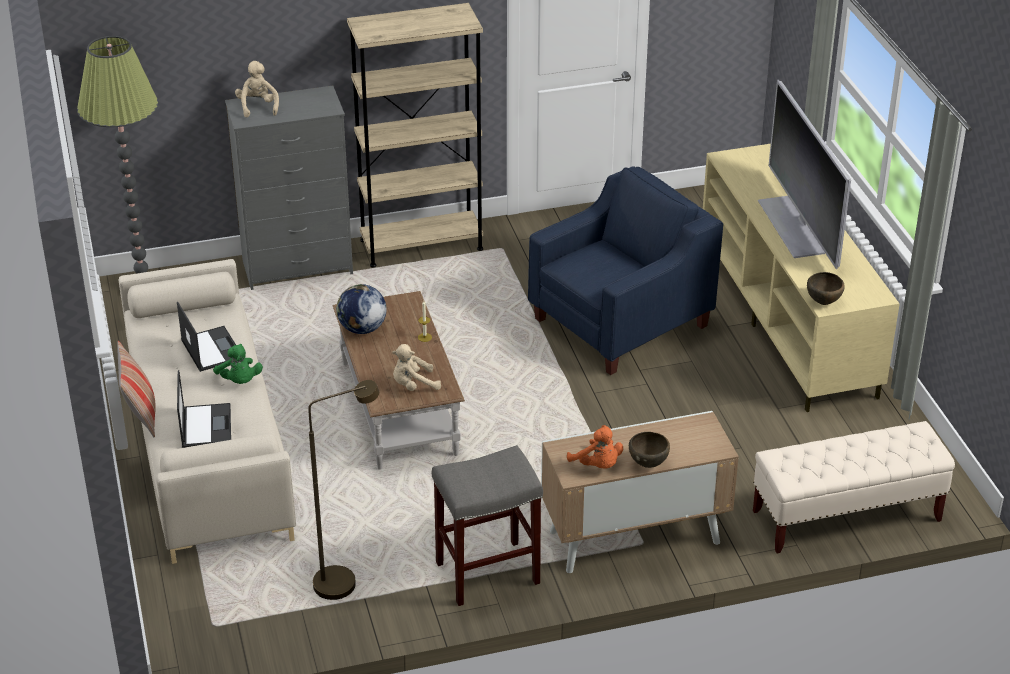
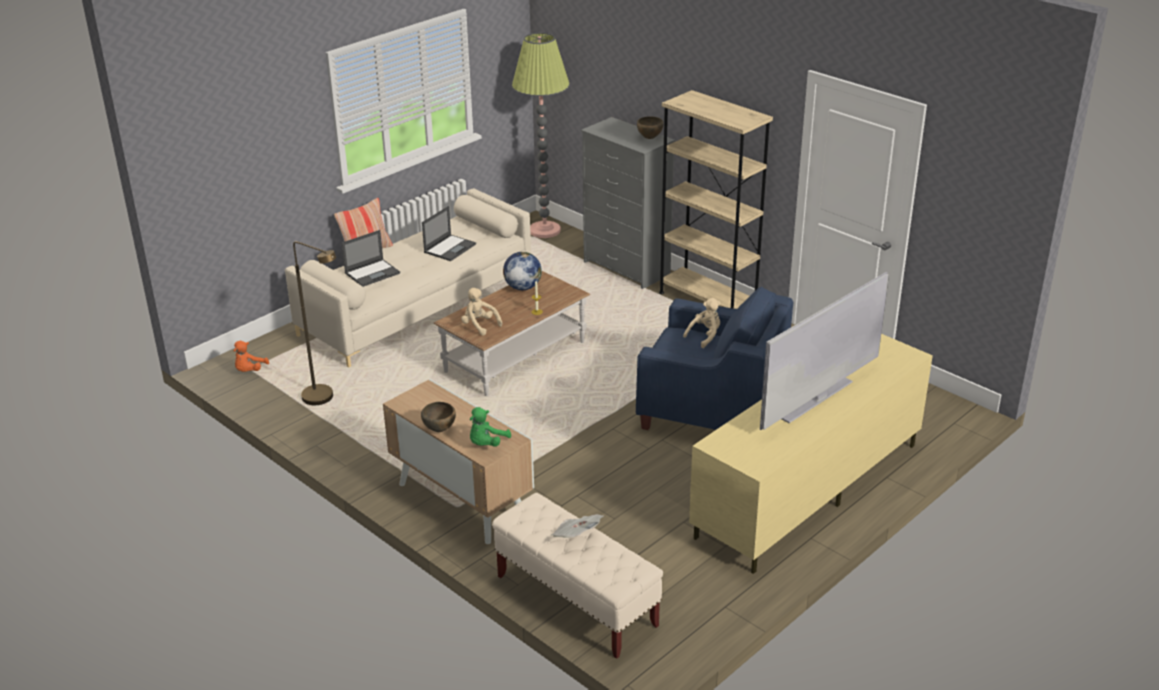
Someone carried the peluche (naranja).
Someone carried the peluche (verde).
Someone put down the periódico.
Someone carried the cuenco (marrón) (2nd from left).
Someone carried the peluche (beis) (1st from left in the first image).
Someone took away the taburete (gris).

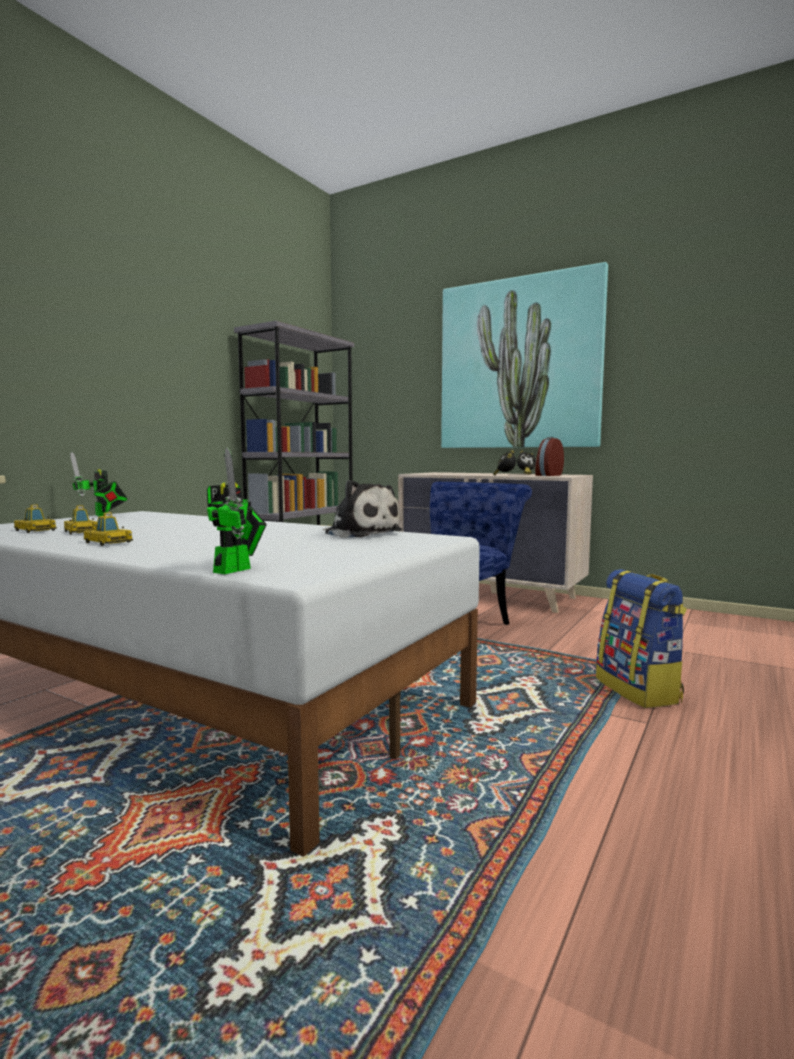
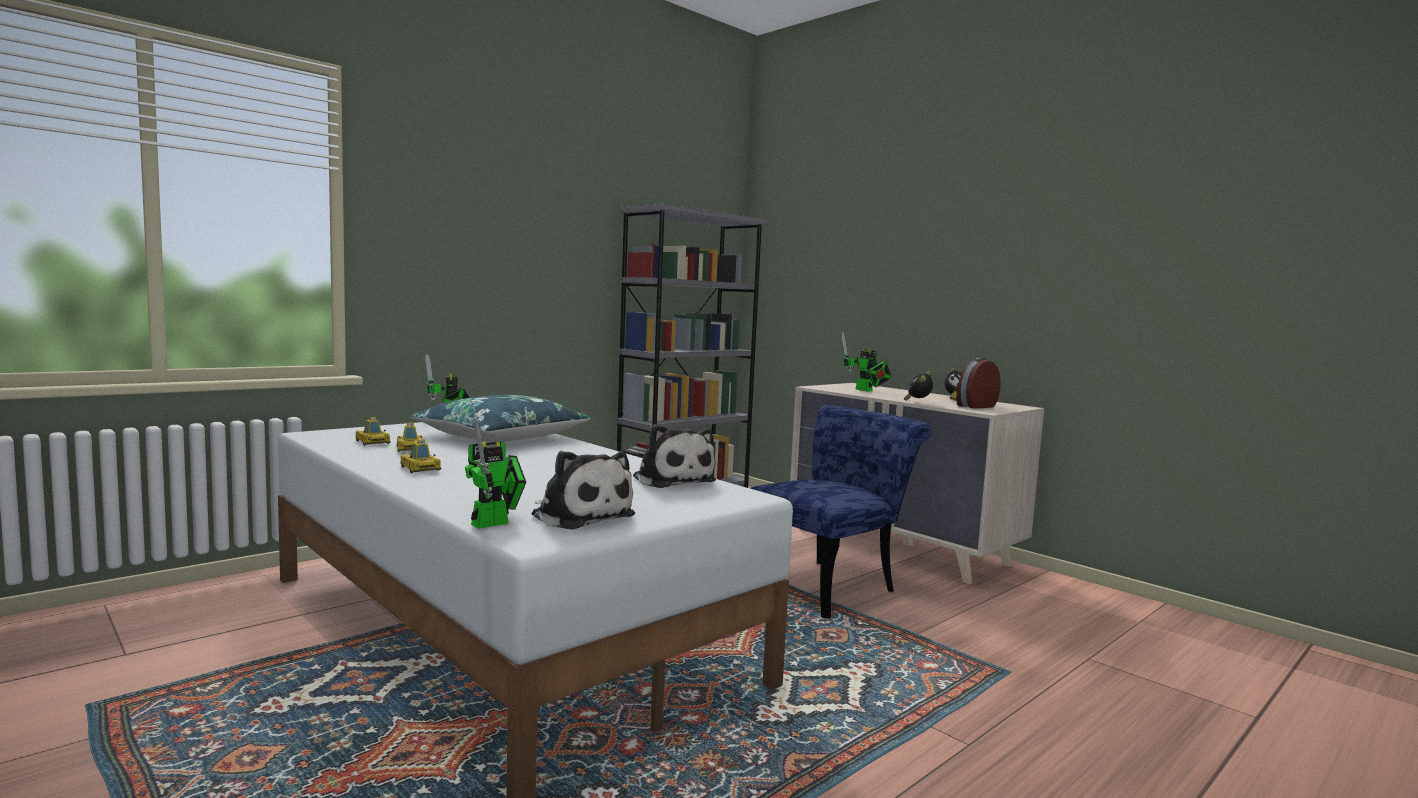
Someone put down the cojín (azul).
Someone put down the peluche (1st from left).
Someone put down the robot de juguete (3rd from left).
Someone took away the cuadro.
Someone took away the mochila.

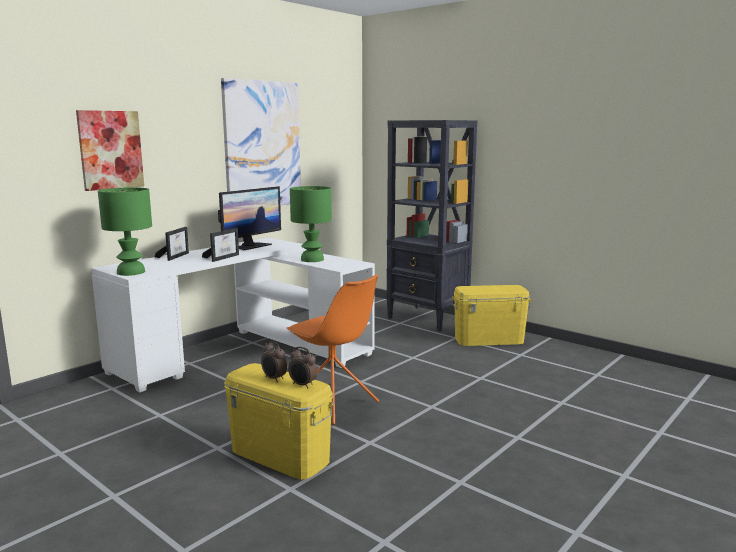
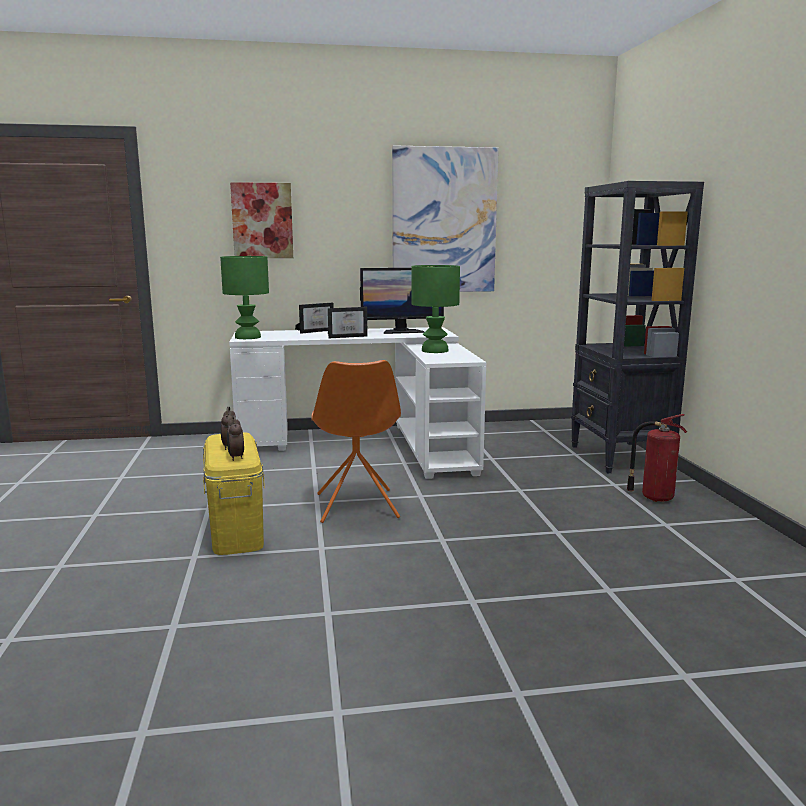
Someone swapped the caja de almacenaje (amarillo) (2nd from left) for the extintor.

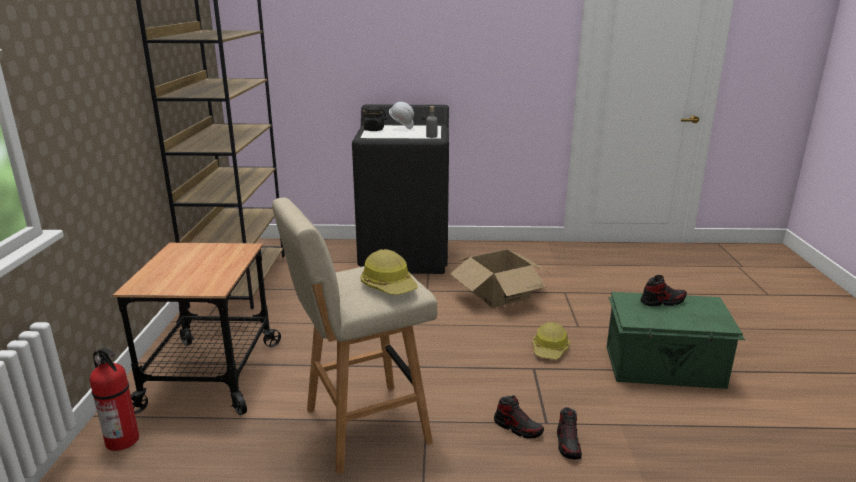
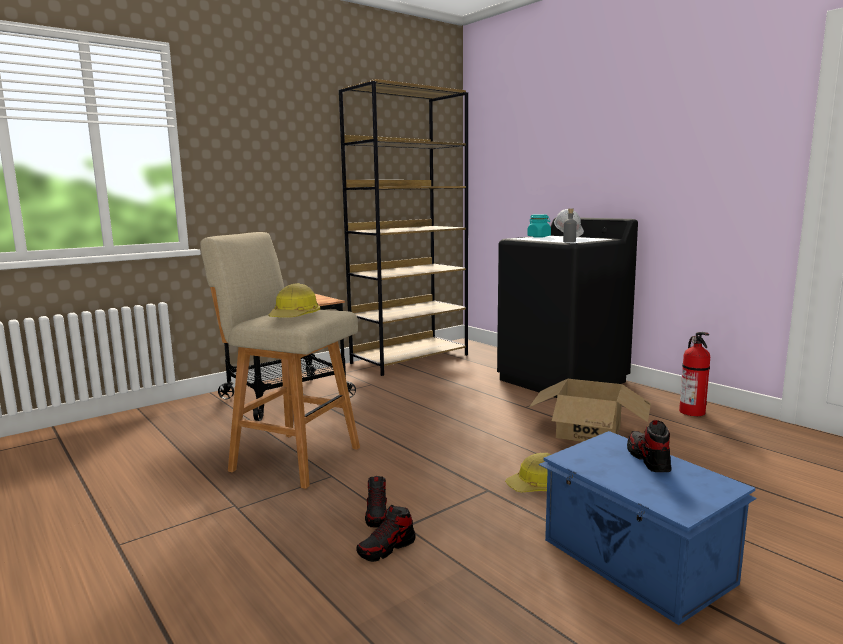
Someone repainted the tarro (negro), which became the tarro (turquesa).
Someone repainted the caja de almacenaje (verde), which became the caja de almacenaje (azul).
Someone rotated the zapato (3rd from left) by 135 degrees counterclockwise.
Someone carried the extintor.

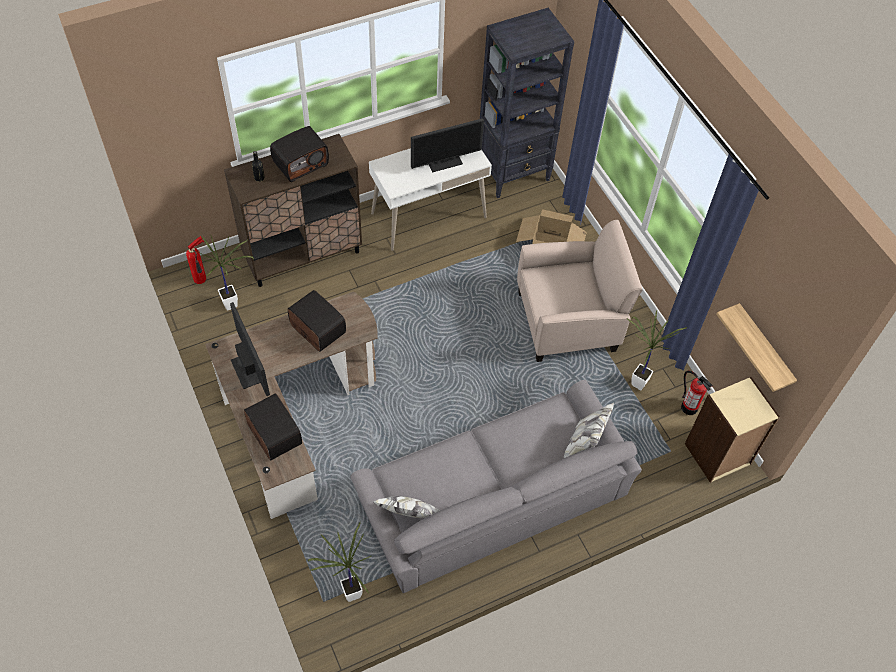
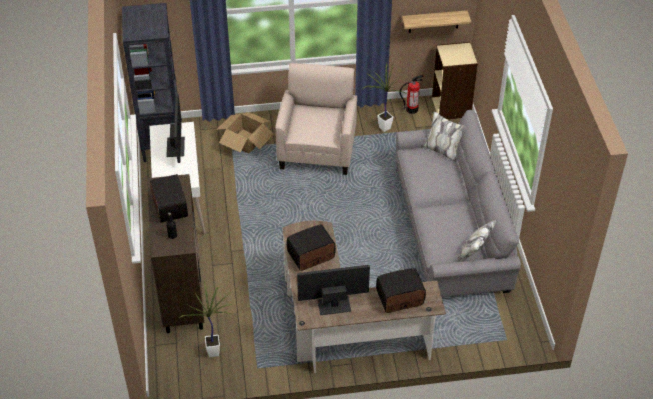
Someone took away the extintor (1st from left).
Someone took away the planta en maceta (2nd from left).

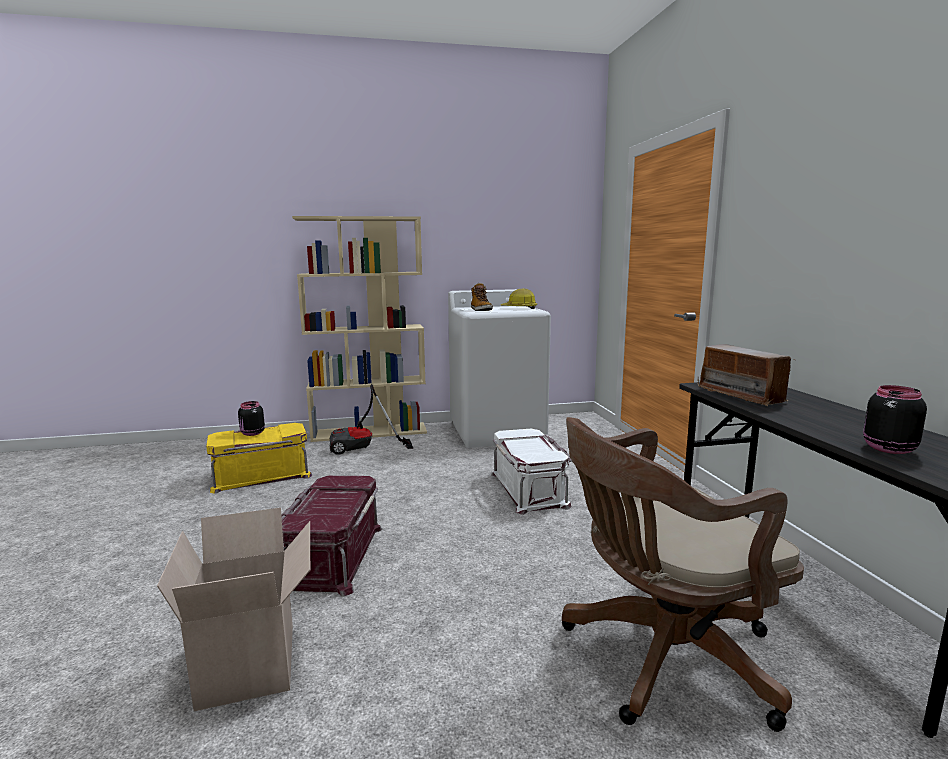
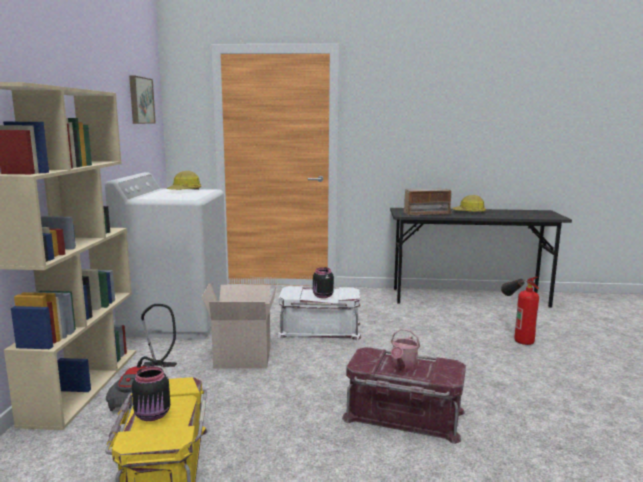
Someone put up the cuadro.
Someone carried the caja de cartón.
Someone carried the tarro (negro) (2nd from left).
Someone put down the regadera.
Someone put down the casco (2nd from left).
Someone swapped the silla de oficina (marrón) for the extintor.
Someone took away the bota.

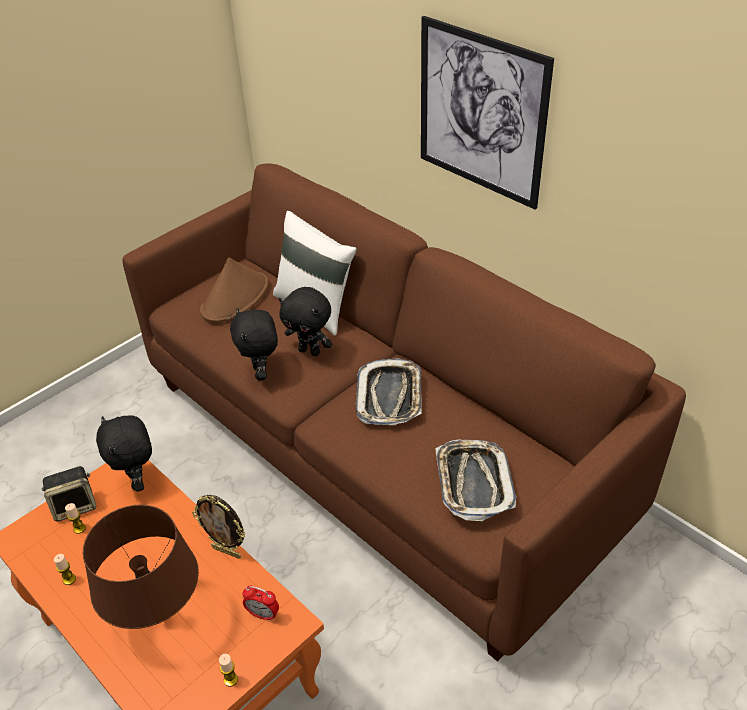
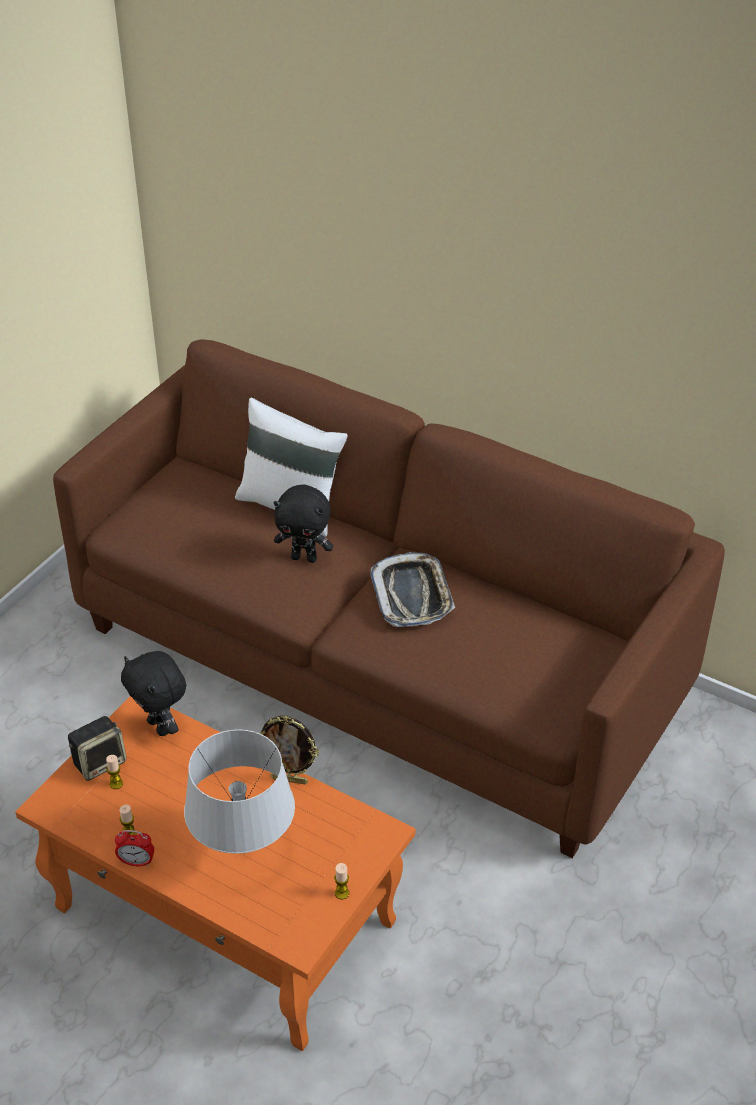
Someone carried the despertador.
Someone repainted the lámpara de mesa (marrón), which became the lámpara de mesa (gris).
Someone took away the sombrero (marrón).
Someone took away the peluche (negro) (2nd from left).
Someone took away the cuadro.
Someone took away the bandeja (2nd from left).

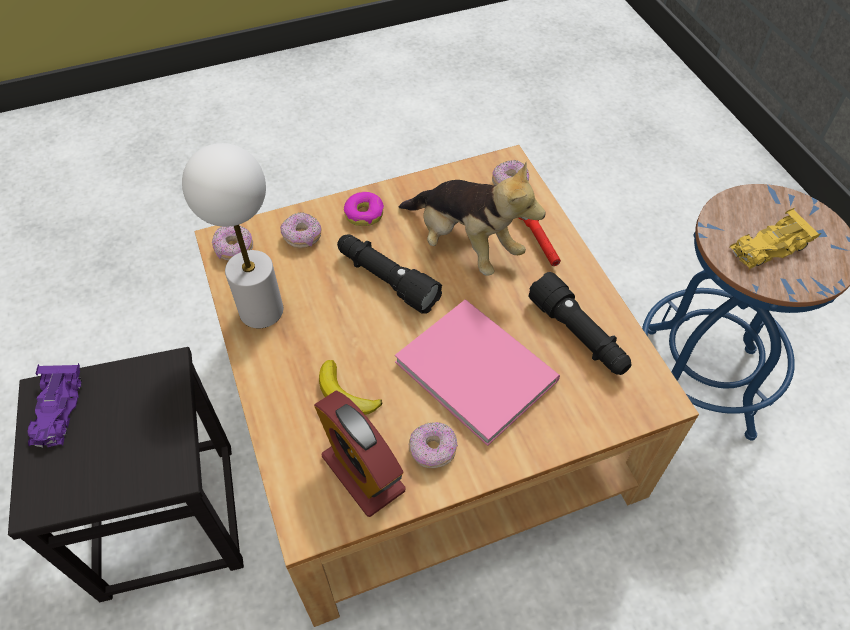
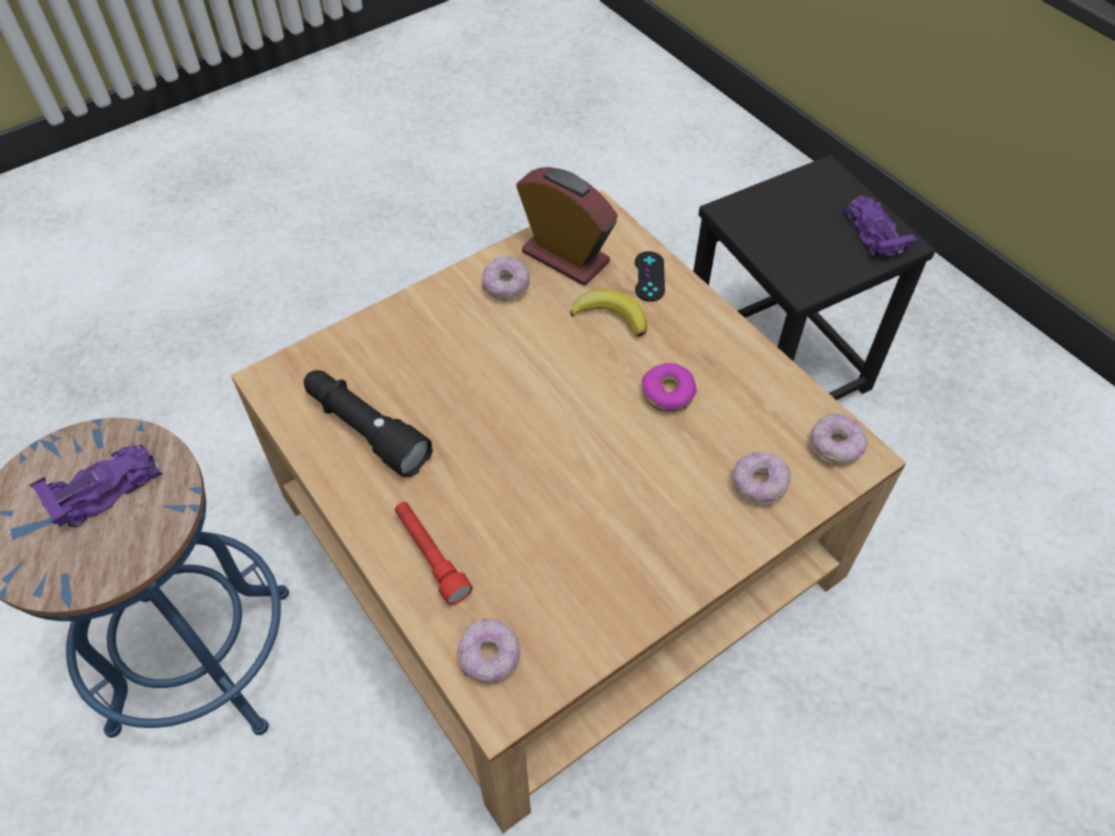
Someone repainted the coche de juguete (amarillo), which became the coche de juguete (morado) (1st from left).
Someone put down the mando de consola (negro).
Someone carried the rosquilla (3rd from left).
Someone took away the lámpara de mesa (blanco).
Someone took away the linterna (negro) (1st from left).
Someone took away the libro (rosa).
Someone took away the peluche.

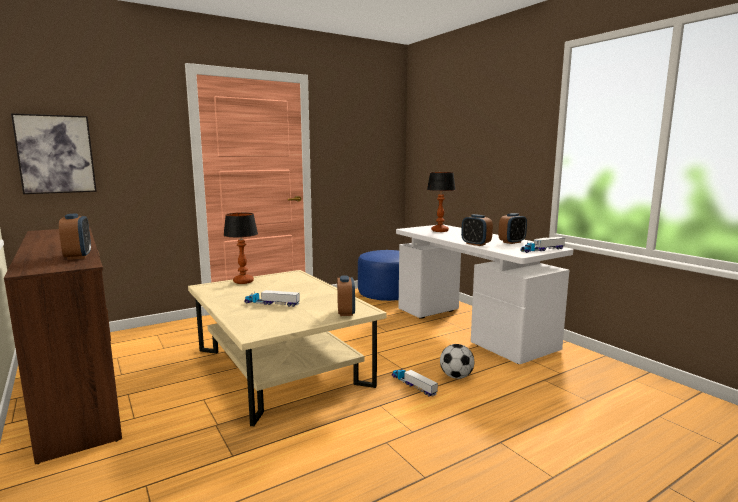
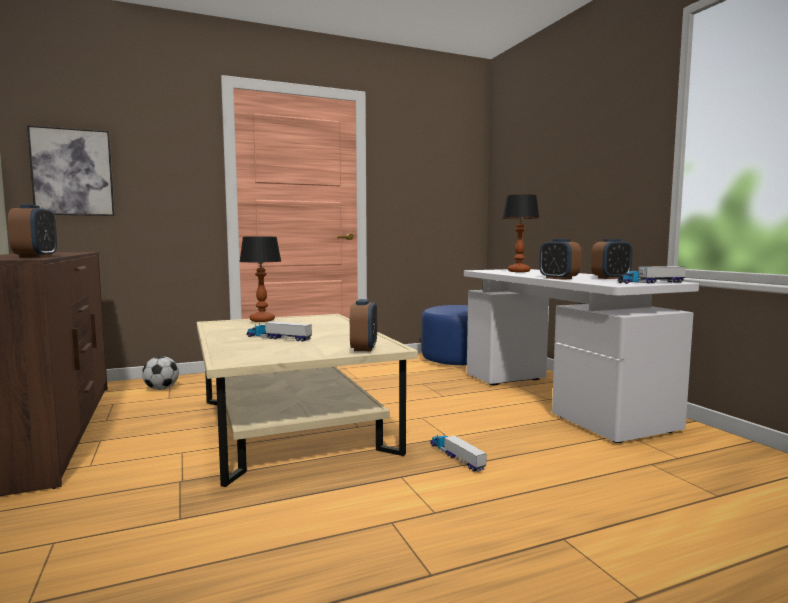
Someone carried the balón de fútbol.

